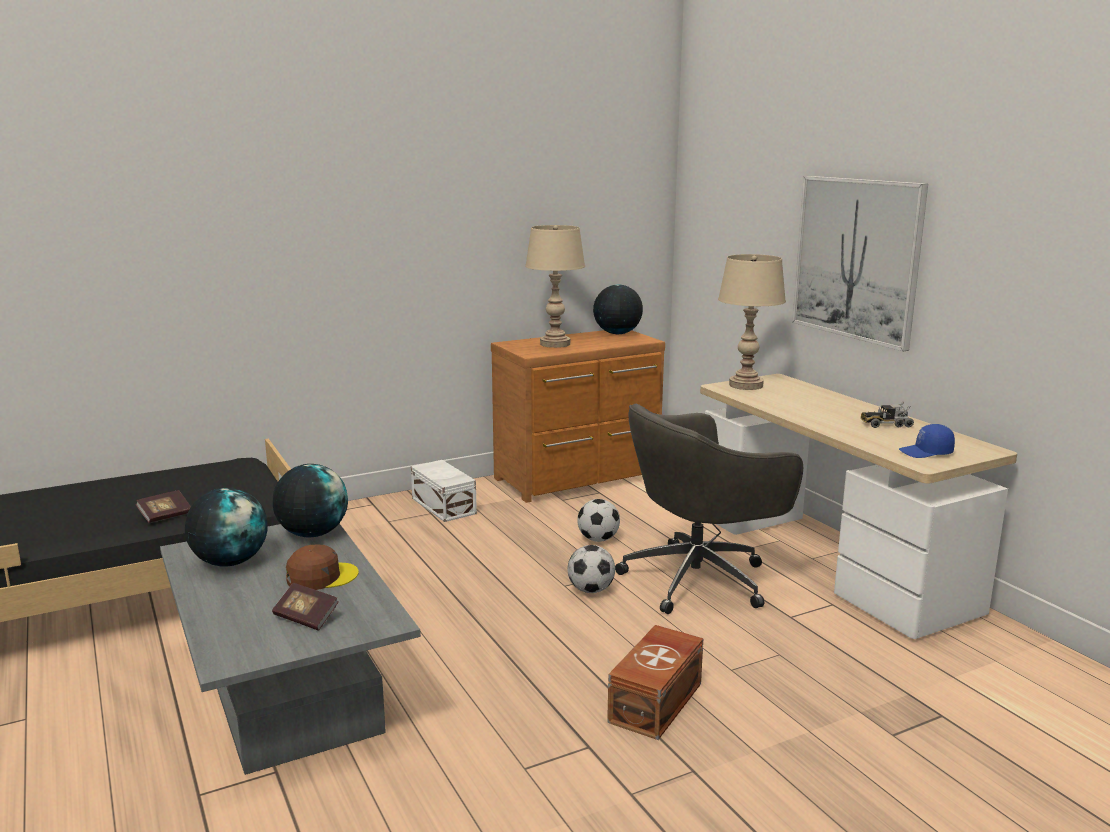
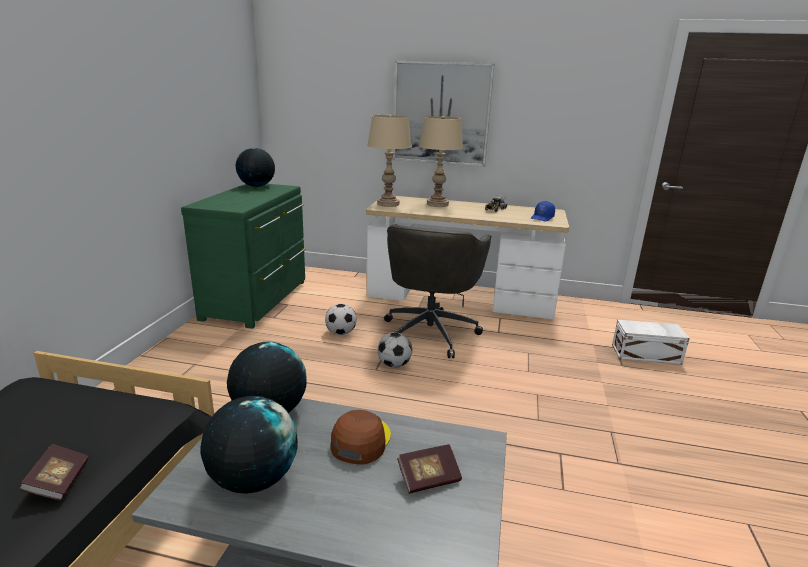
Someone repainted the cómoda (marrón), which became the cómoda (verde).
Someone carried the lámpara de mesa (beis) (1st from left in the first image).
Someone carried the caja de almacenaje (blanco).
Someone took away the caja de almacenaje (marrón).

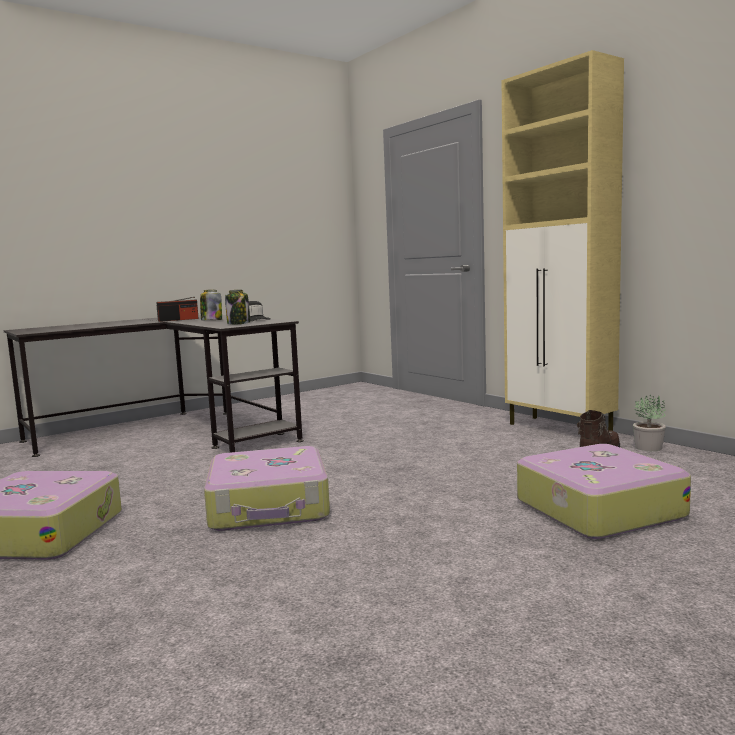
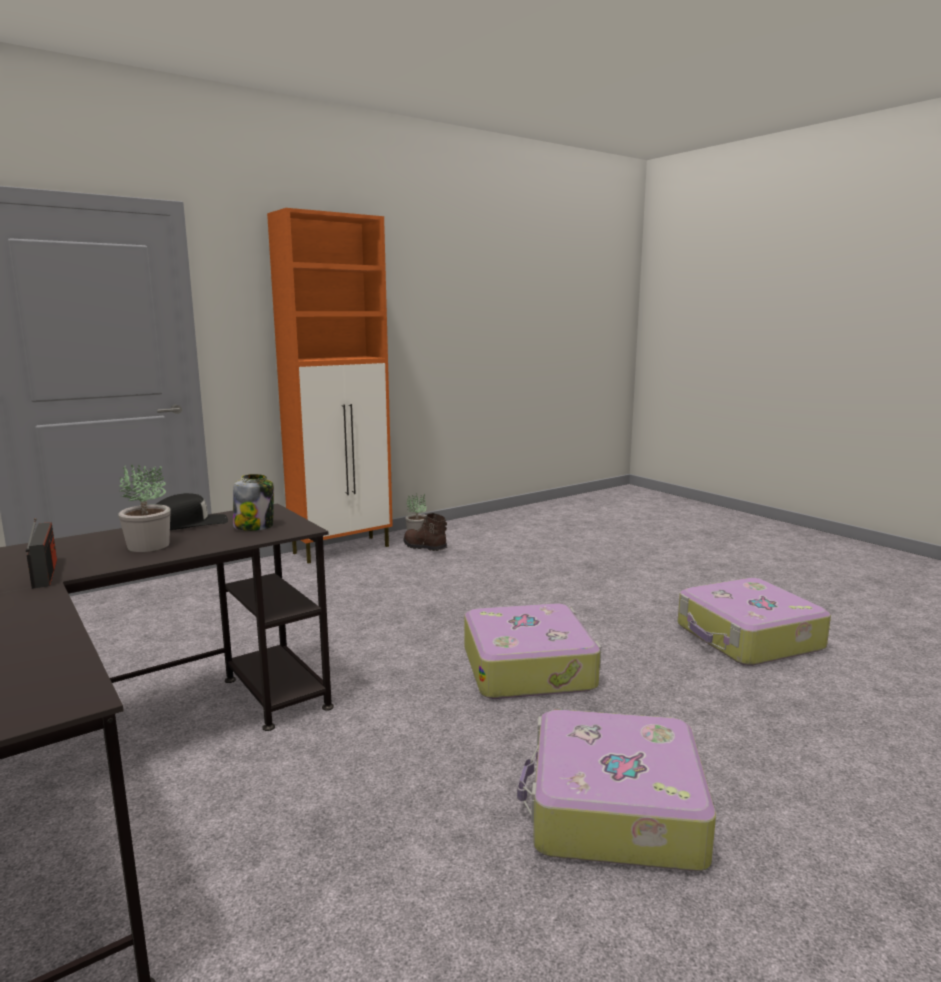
Someone swapped the tarro (1st from left) for the planta en maceta (1st from left).
Someone repainted the armario (beis), which became the armario (naranja).
Someone carried the maleta (3rd from left).

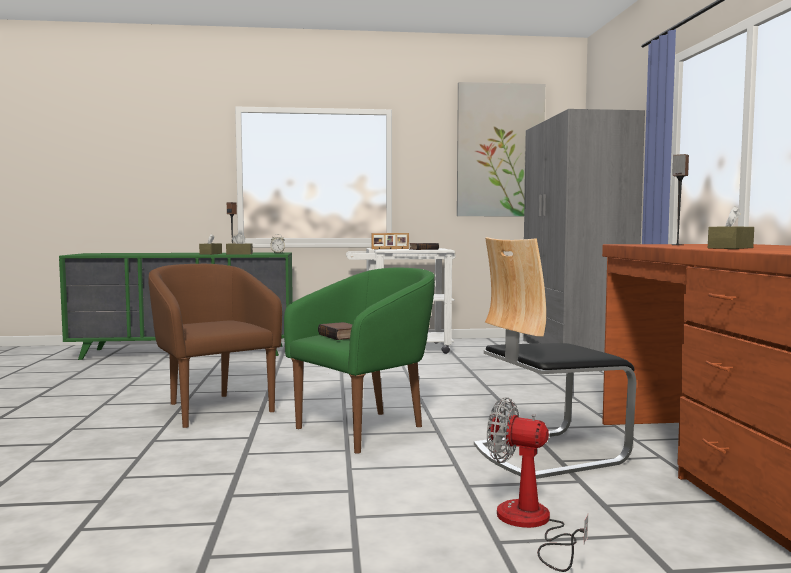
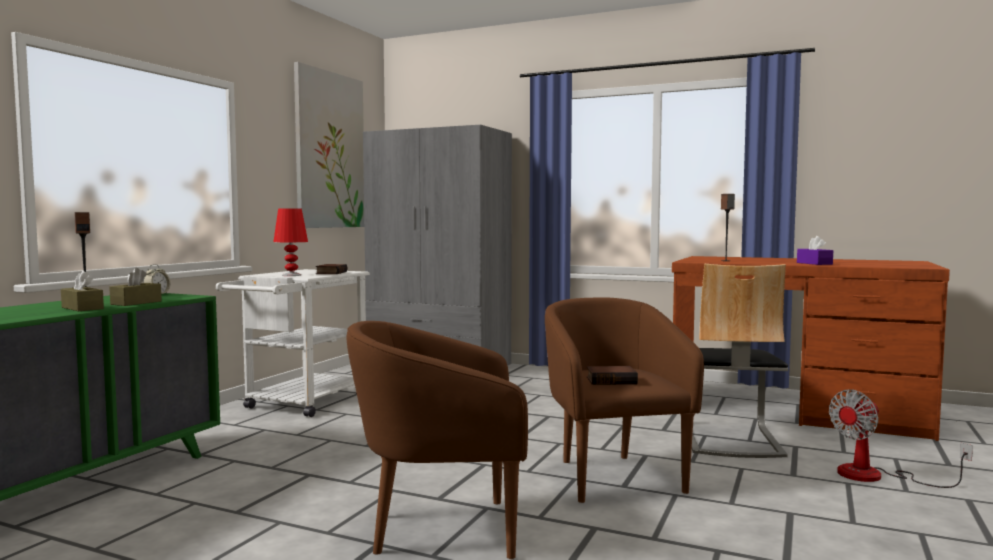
Someone swapped the portarretratos for the lámpara de mesa (rojo).
Someone repainted the sillón (verde), which became the sillón (marrón) (2nd from left).
Someone repainted the caja de pañuelos (marrón) (3rd from left), which became the caja de pañuelos (morado).

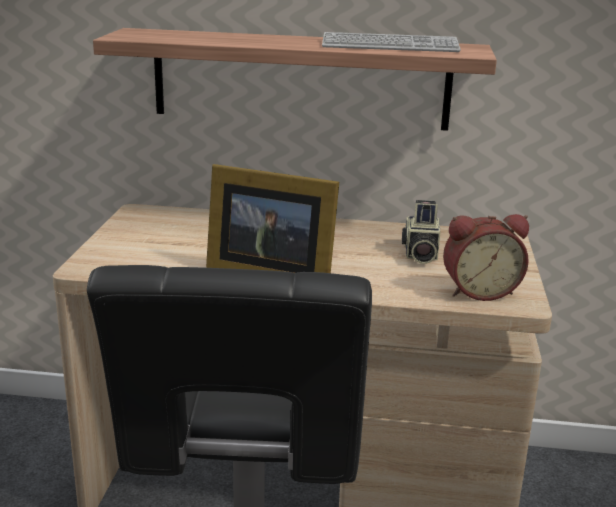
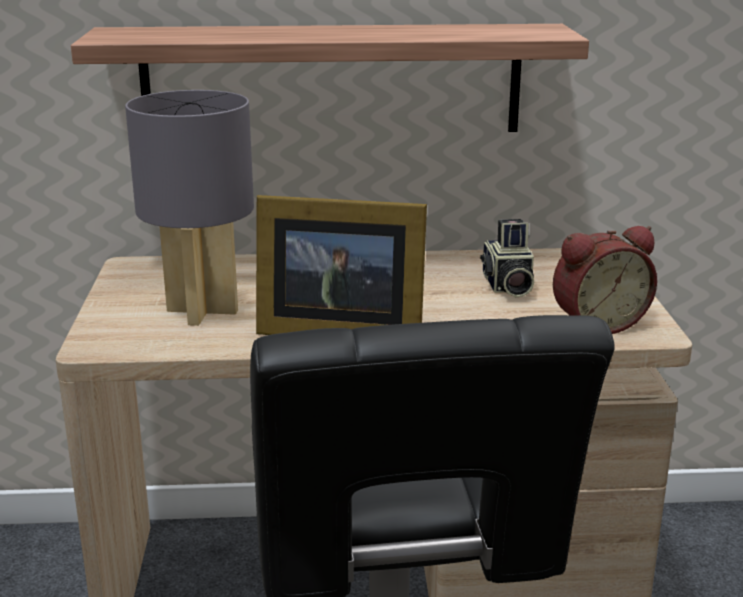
Someone put down the lámpara de mesa (gris).
Someone took away the teclado.

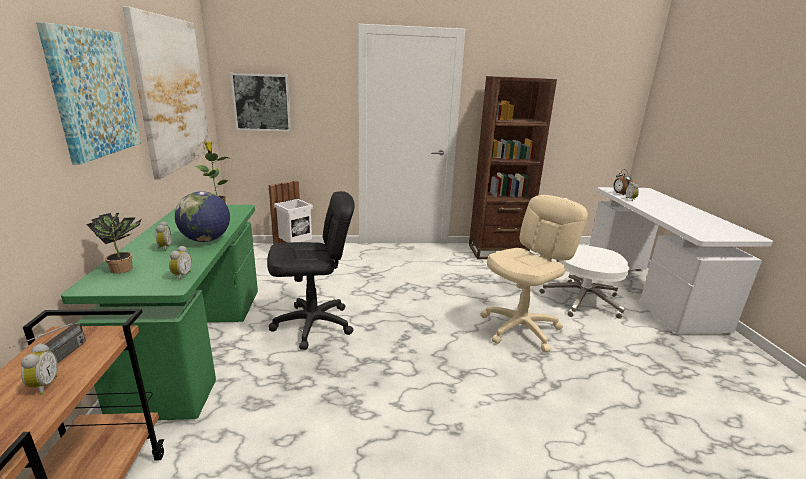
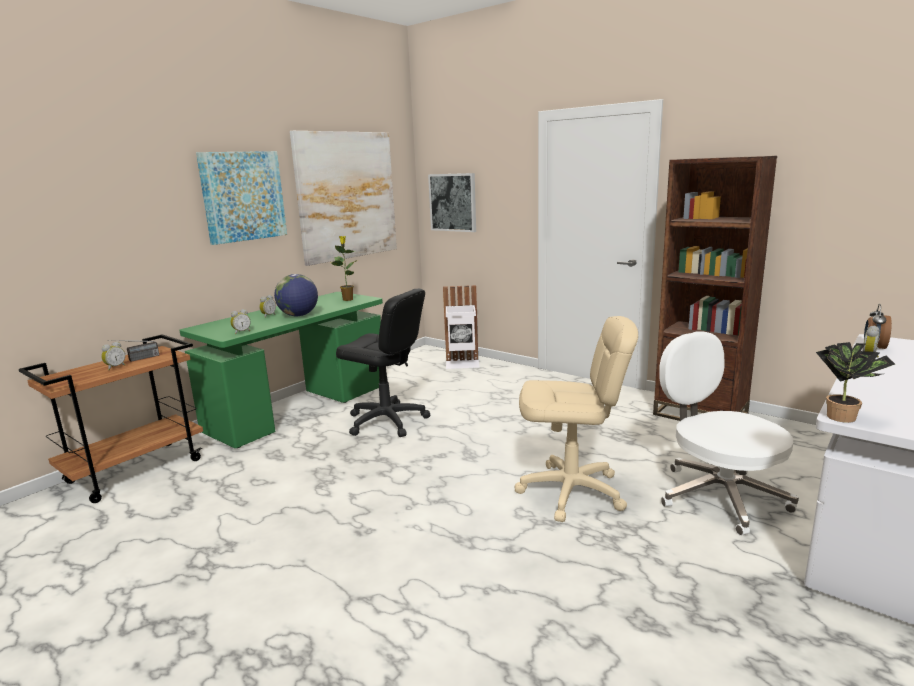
Someone carried the planta en maceta (1st from left in the first image).

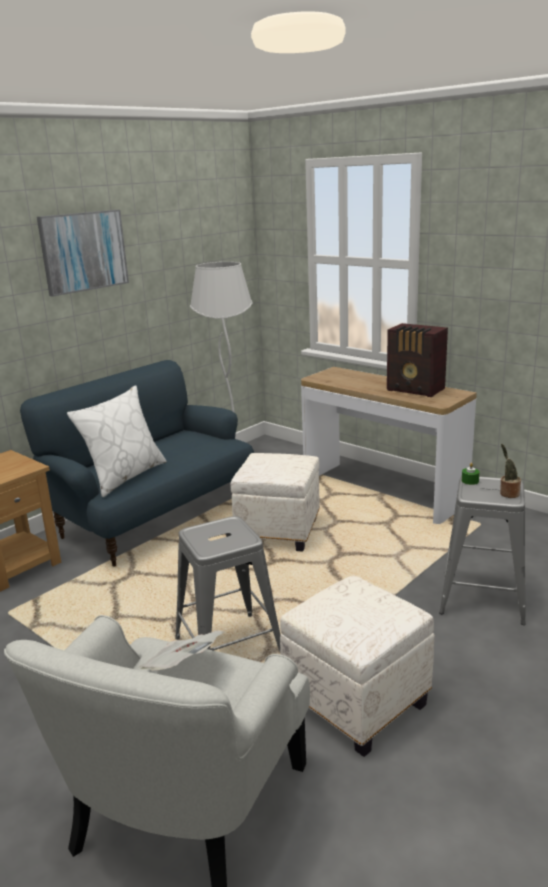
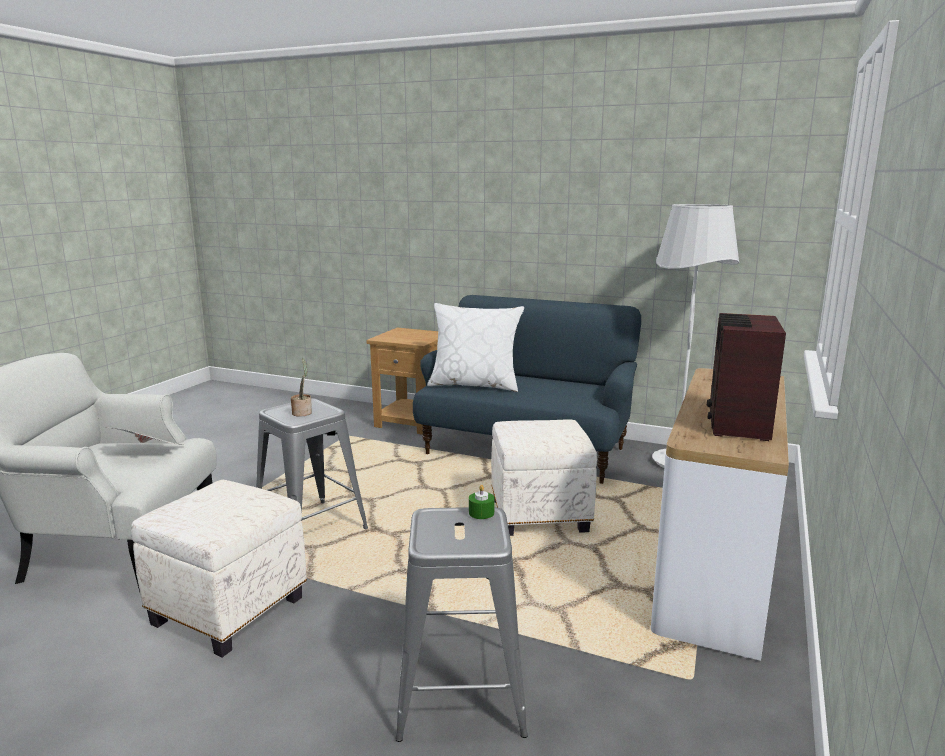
Someone carried the planta en maceta.
Someone took away the cuadro.

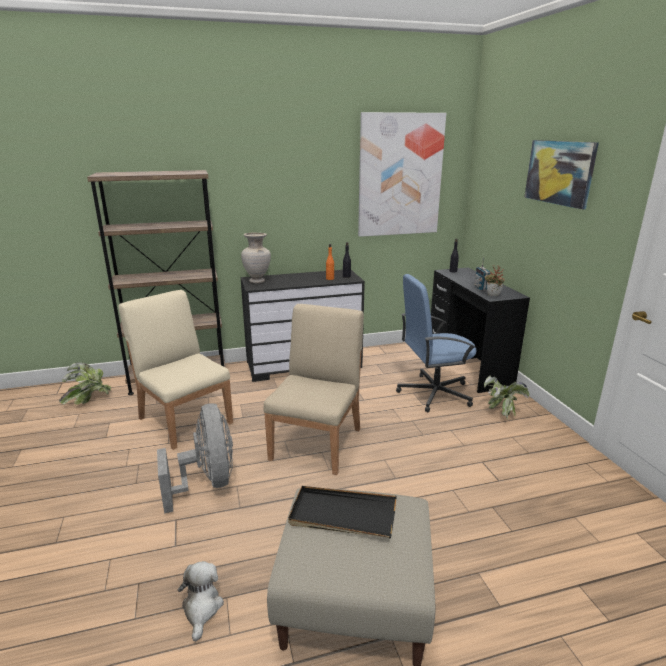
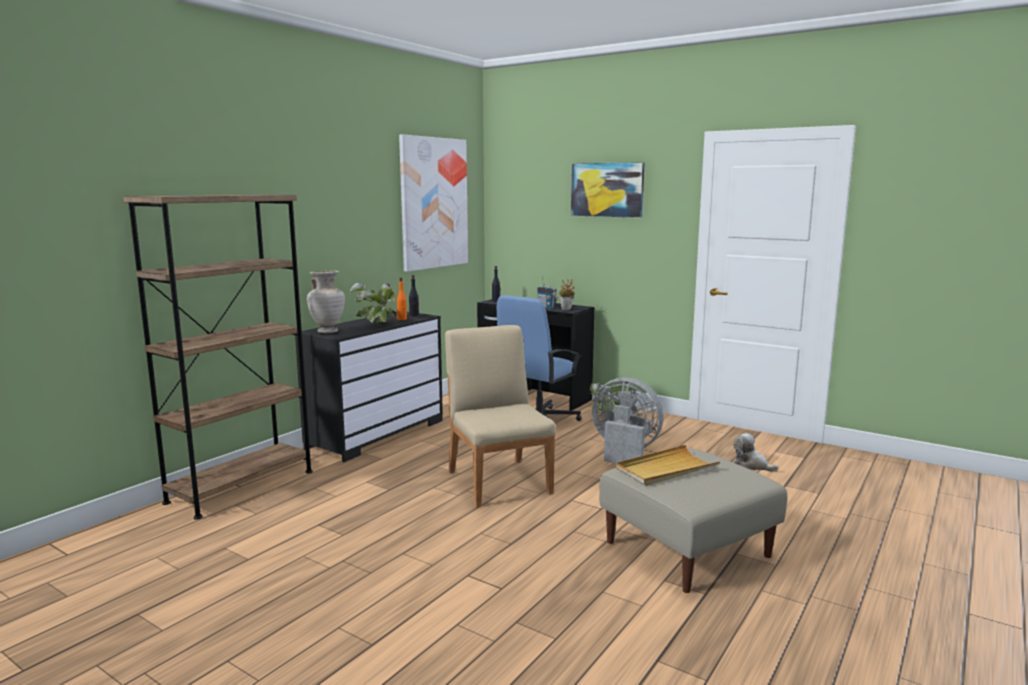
Someone carried the planta en maceta (1st from left).
Someone carried the ventilador (gris).
Someone repainted the bandeja (negro), which became the bandeja (beis).
Someone carried the peluche.
Someone took away the silla (beis) (1st from left).

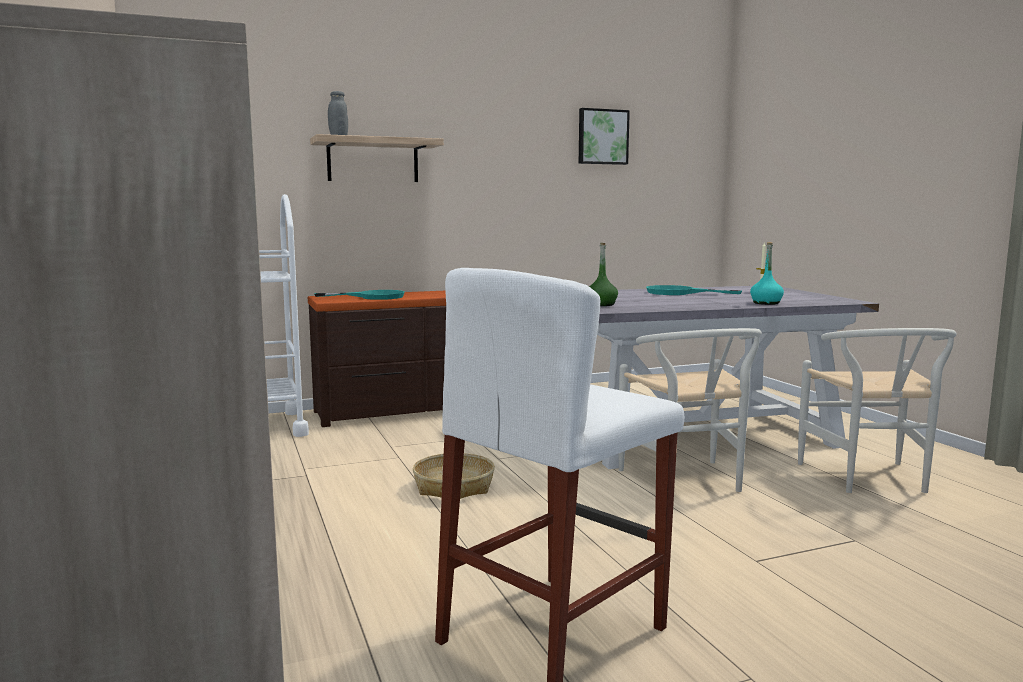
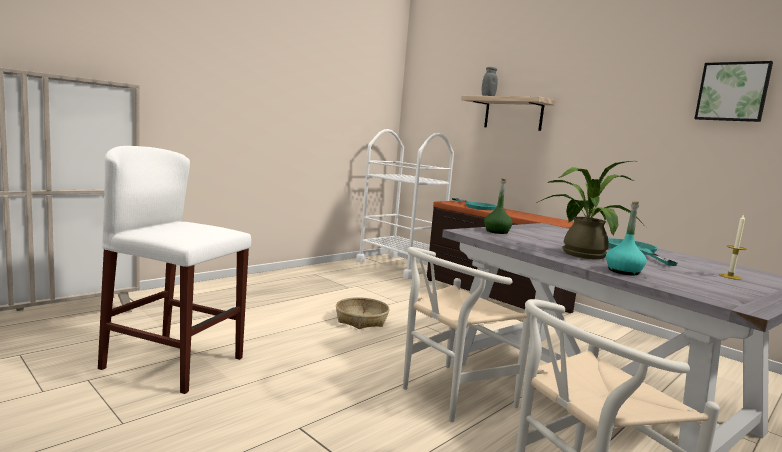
Someone put down the planta en maceta.

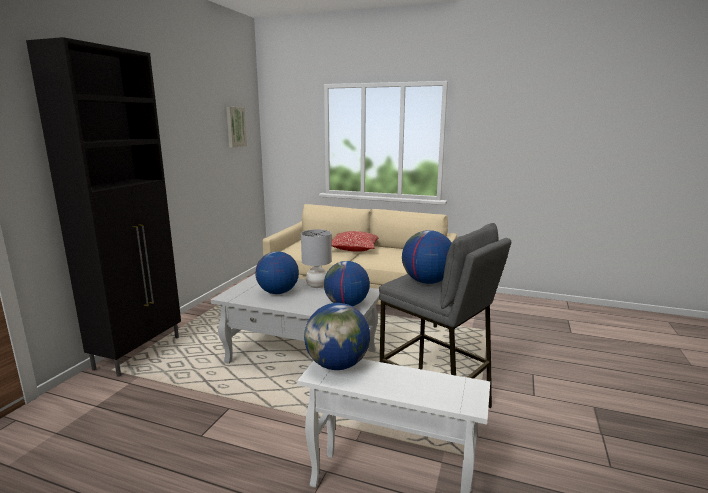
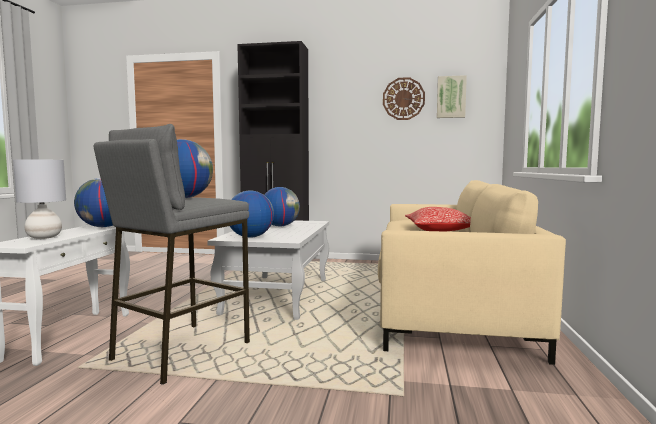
Someone carried the lámpara de mesa (gris).
Someone put up the reloj de pared.

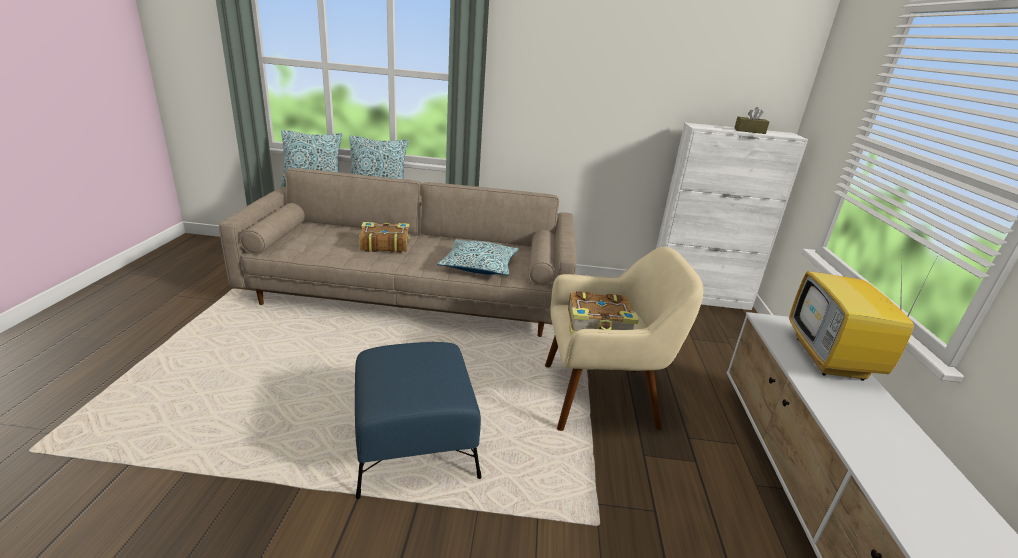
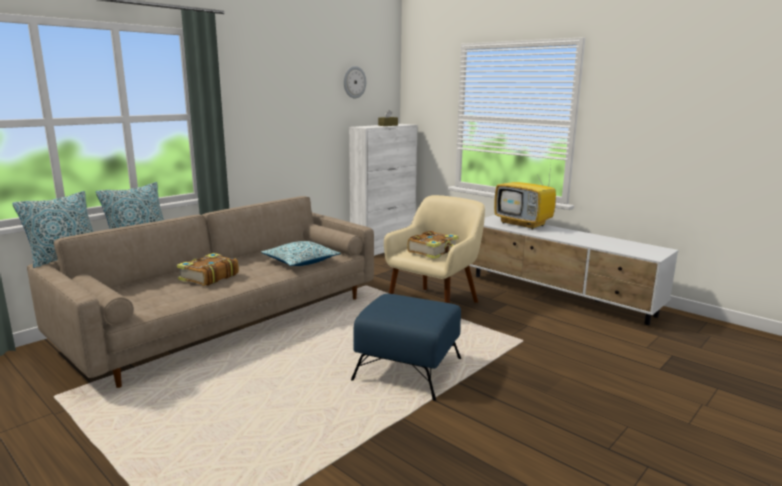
Someone put up the reloj de pared.

